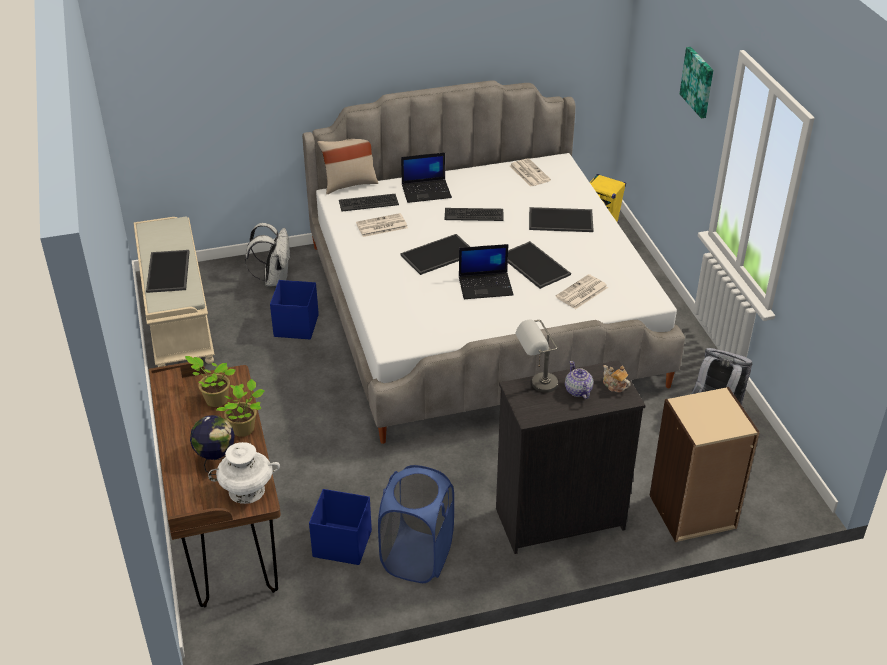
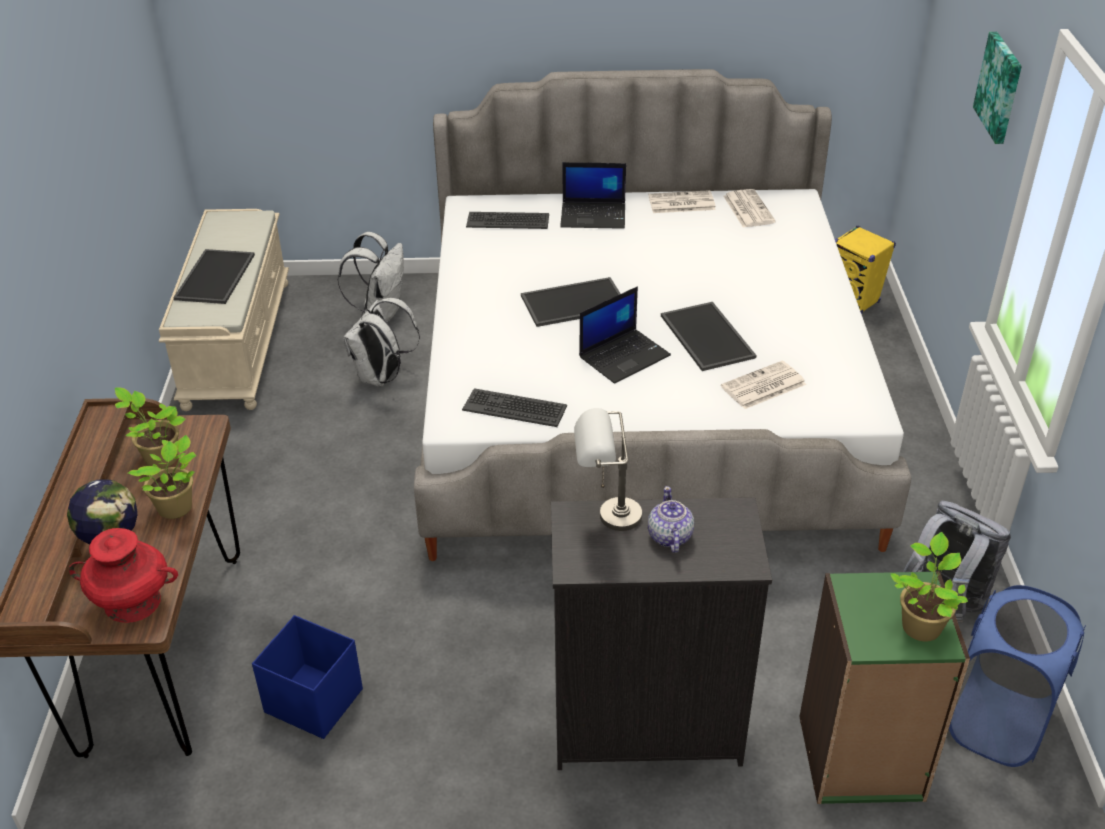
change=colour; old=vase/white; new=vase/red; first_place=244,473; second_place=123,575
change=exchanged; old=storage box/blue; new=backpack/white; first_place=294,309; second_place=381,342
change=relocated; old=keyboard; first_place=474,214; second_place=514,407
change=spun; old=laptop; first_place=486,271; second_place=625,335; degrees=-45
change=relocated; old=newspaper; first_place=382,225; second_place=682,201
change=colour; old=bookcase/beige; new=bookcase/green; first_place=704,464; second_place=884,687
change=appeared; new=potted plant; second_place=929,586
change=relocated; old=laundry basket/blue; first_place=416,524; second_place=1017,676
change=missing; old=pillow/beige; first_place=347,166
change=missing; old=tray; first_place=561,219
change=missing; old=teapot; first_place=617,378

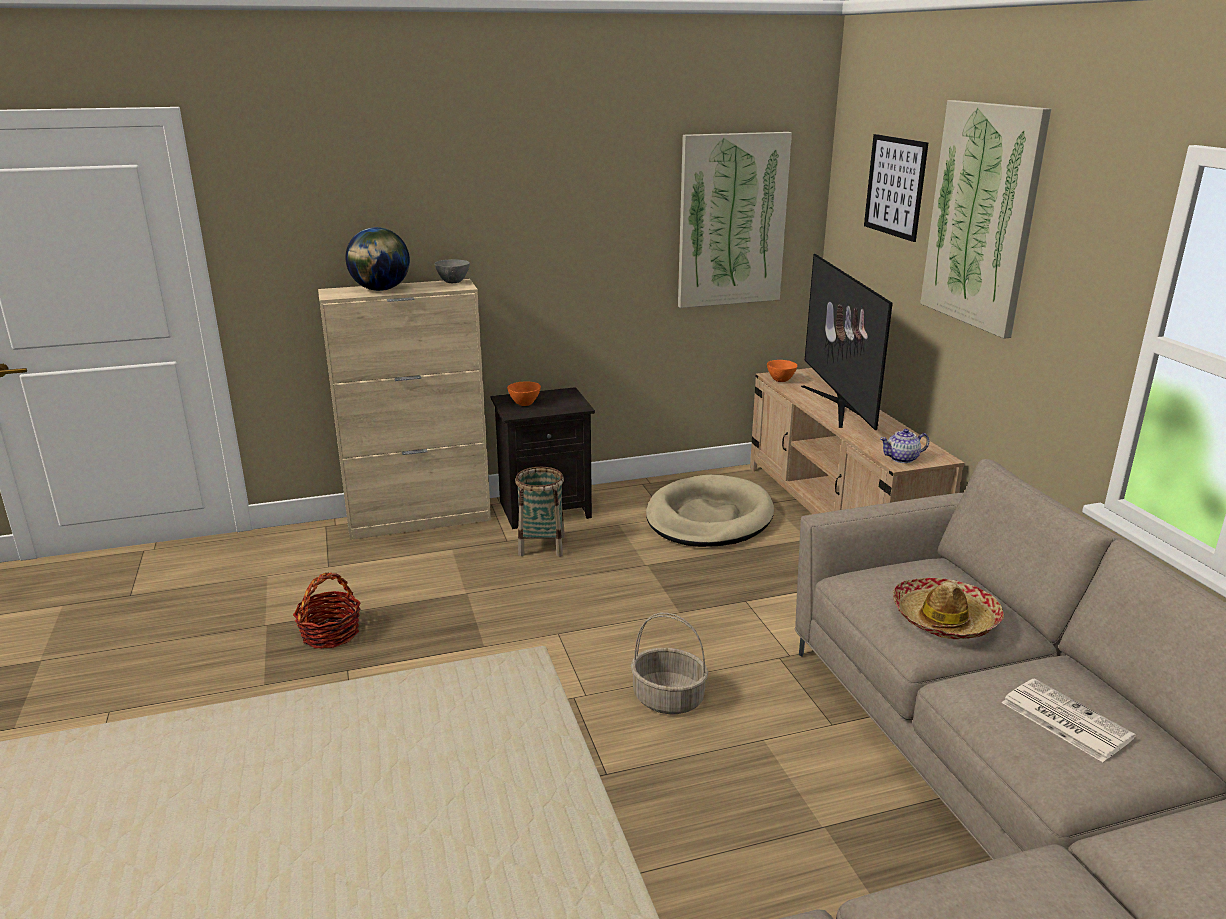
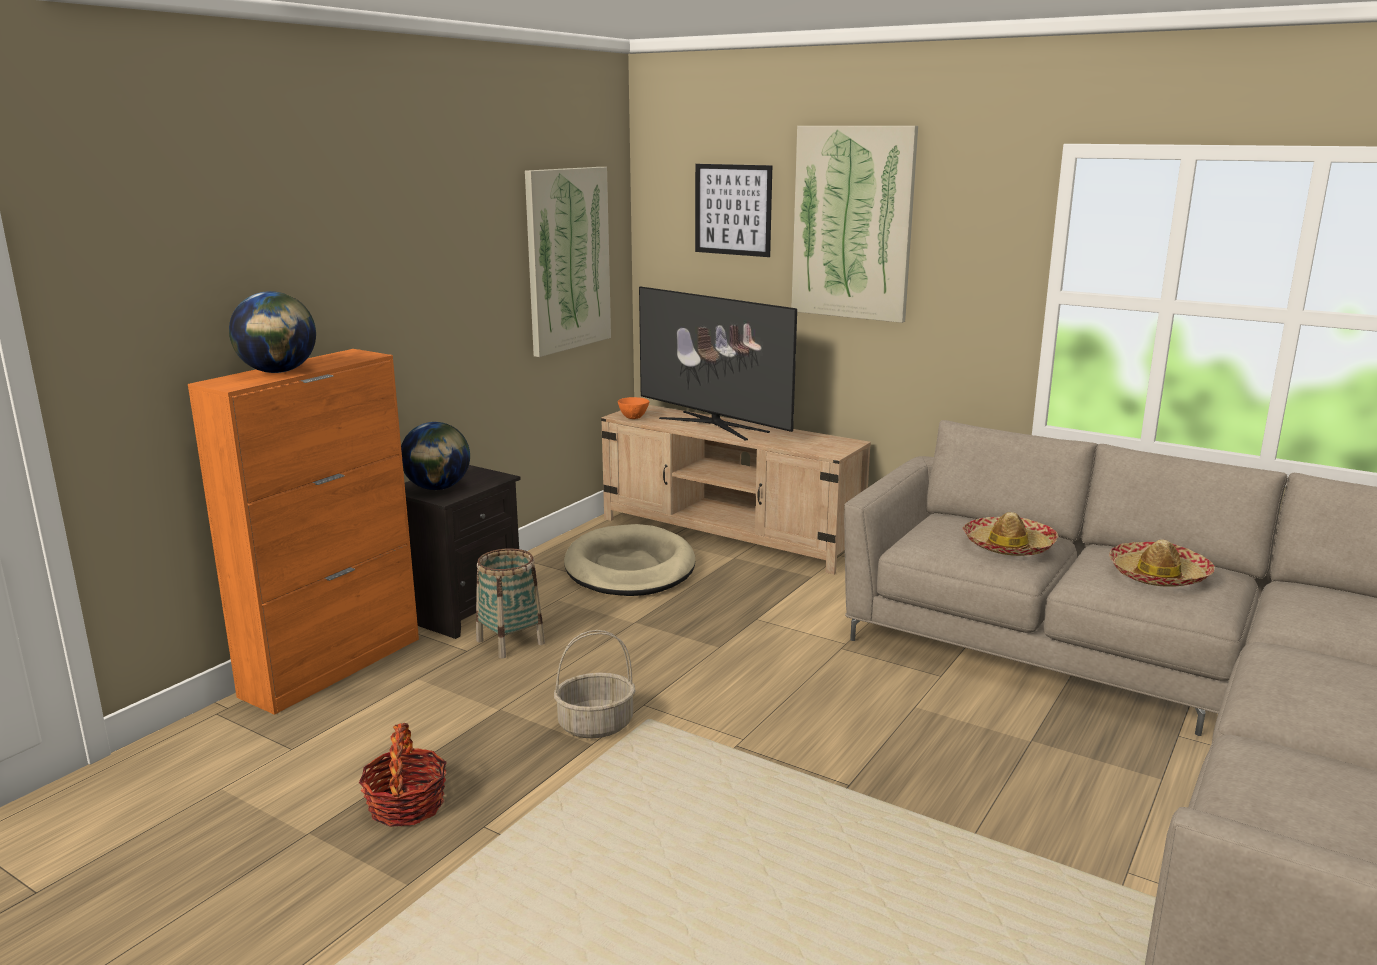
change=colour; old=cabinet/beige; new=cabinet/orange; first_place=404,409; second_place=303,532
change=exchanged; old=bowl/orange; new=globe; first_place=524,393; second_place=435,456
change=relocated; old=basket; first_place=669,663; second_place=594,684
change=exchanged; old=newspaper; new=hat; first_place=1069,720; second_place=1162,563
change=missing; old=bowl/grey; first_place=452,271
change=missing; old=teapot; first_place=904,446

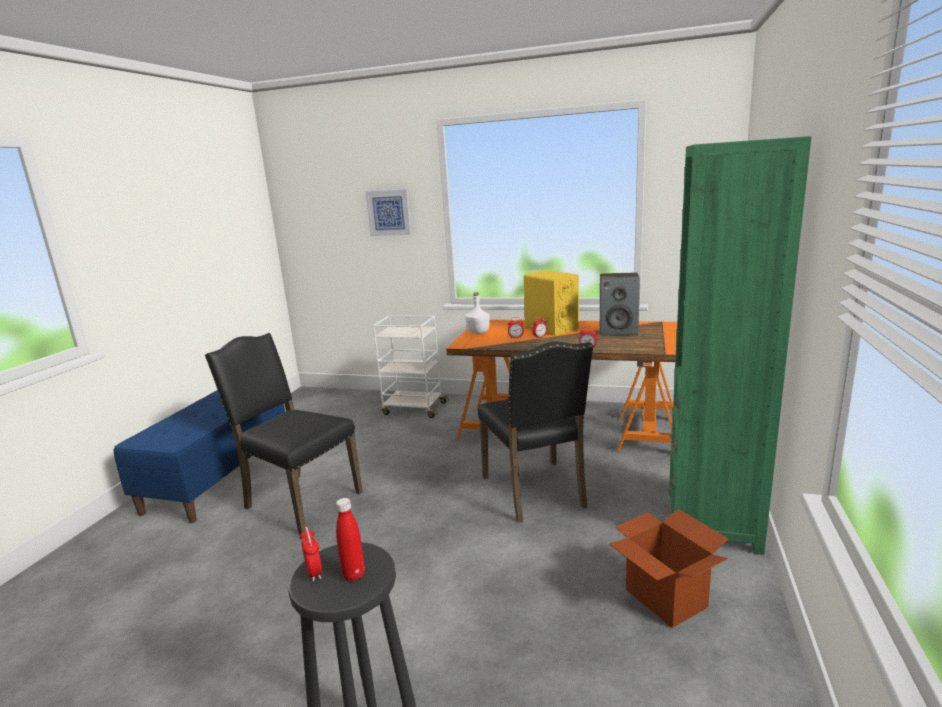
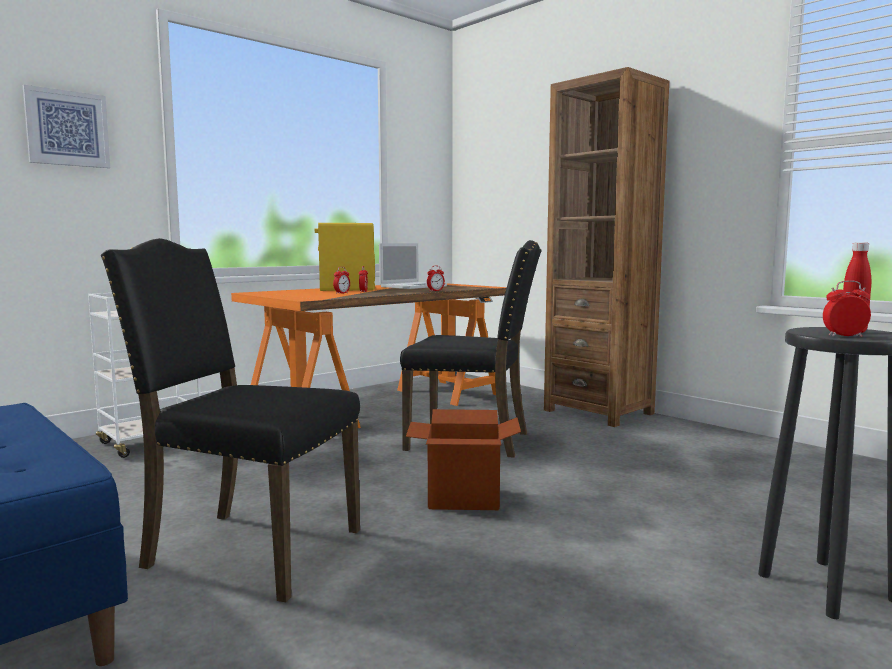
change=spun; old=chair/black; first_place=284,434; second_place=230,420; degrees=45
change=exchanged; old=speaker; new=laptop; first_place=620,304; second_place=413,266
change=relocated; old=cardboard box; first_place=669,568; second_place=463,459
change=colour; old=bookcase/green; new=bookcase/brown; first_place=740,345; second_place=606,247
change=missing; old=bottle/white; first_place=477,313

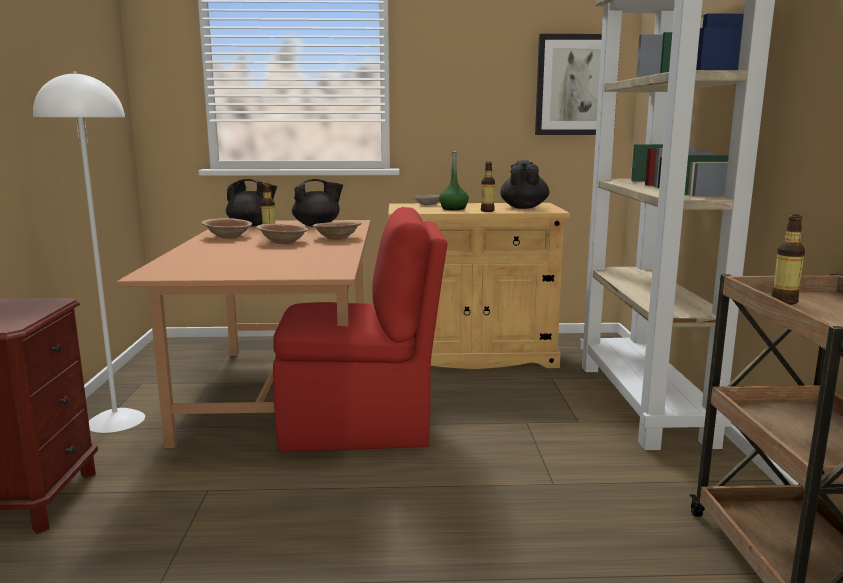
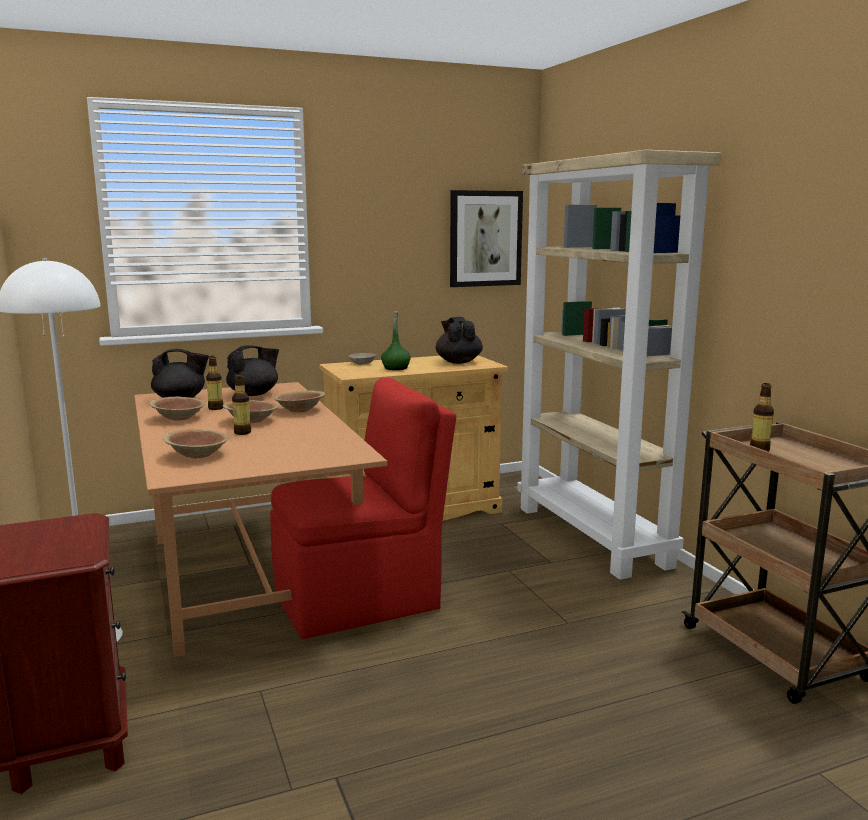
change=appeared; new=bowl/brown; second_place=196,443
change=relocated; old=bottle; first_place=488,187; second_place=241,404

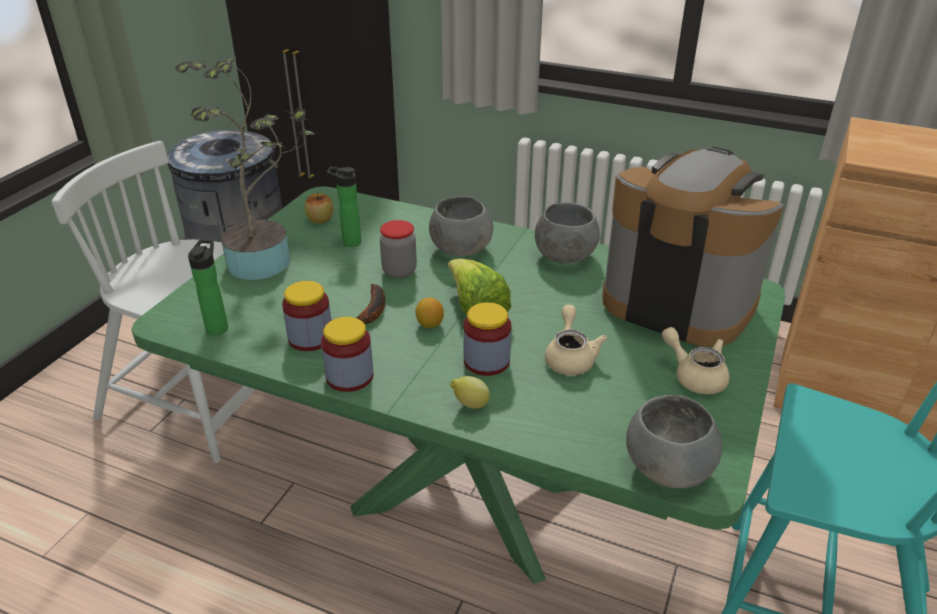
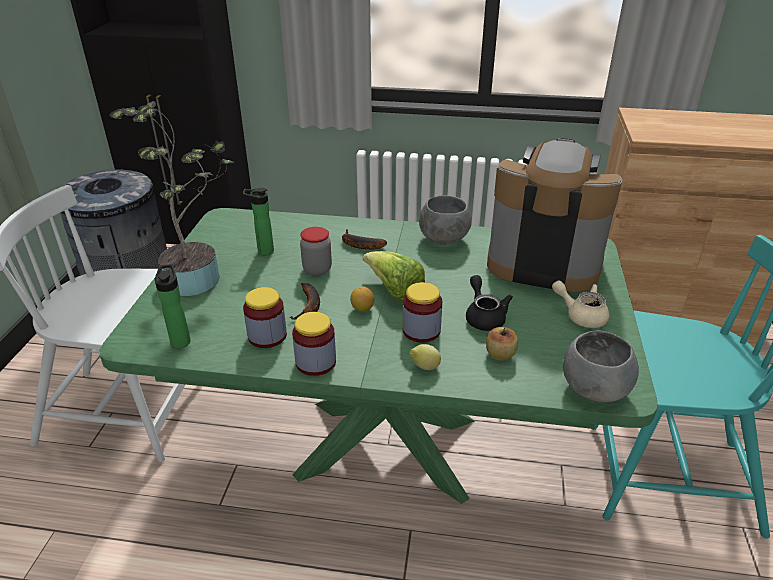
change=exchanged; old=bowl/grey; new=banana; first_place=461,226; second_place=364,239
change=colour; old=teapot/beige; new=teapot/black; first_place=576,340; second_place=489,303
change=relocated; old=apple; first_place=319,207; second_place=502,344

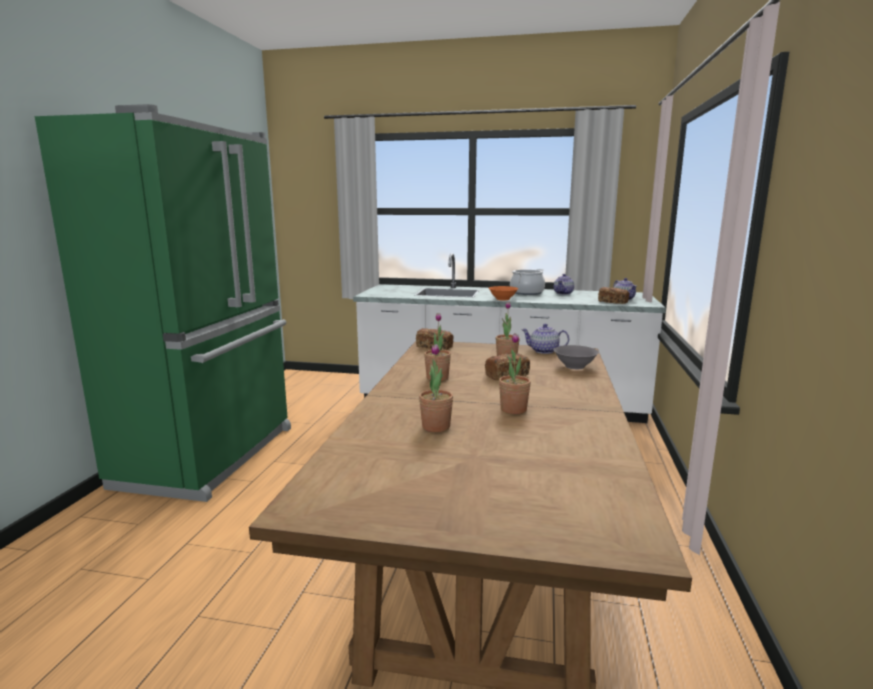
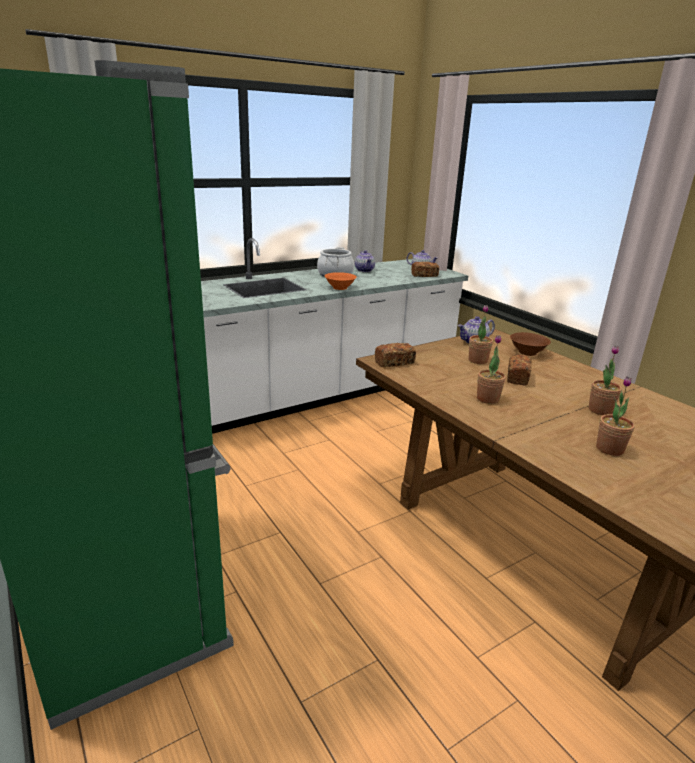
change=colour; old=bowl/grey; new=bowl/brown; first_place=576,357; second_place=530,344

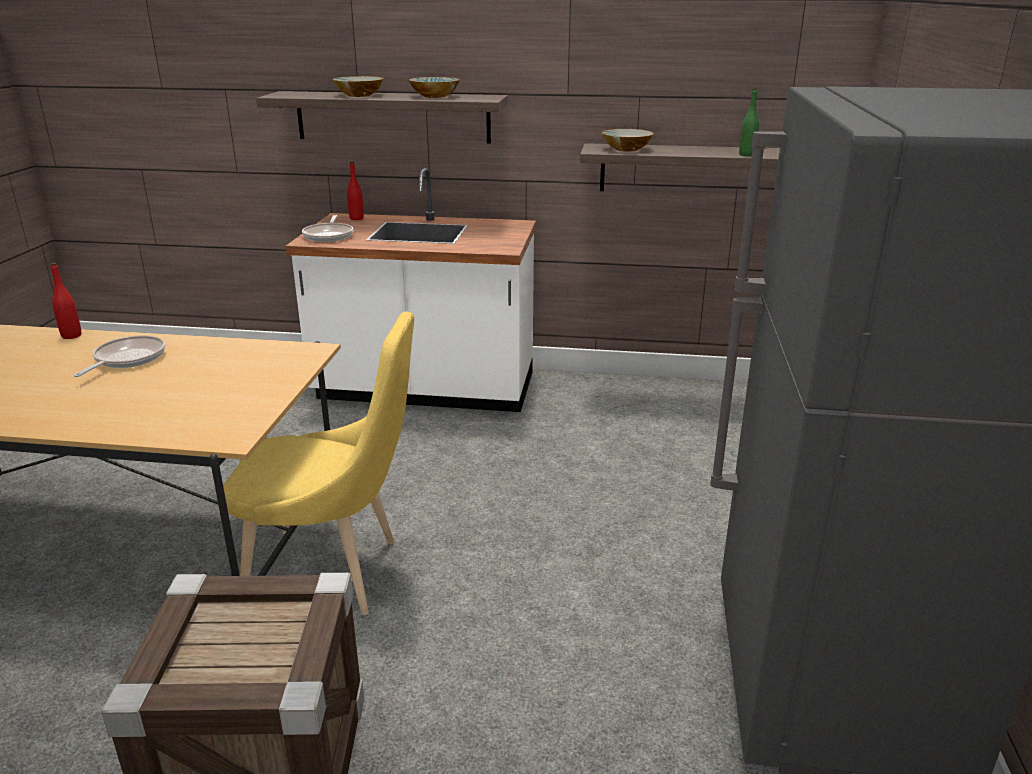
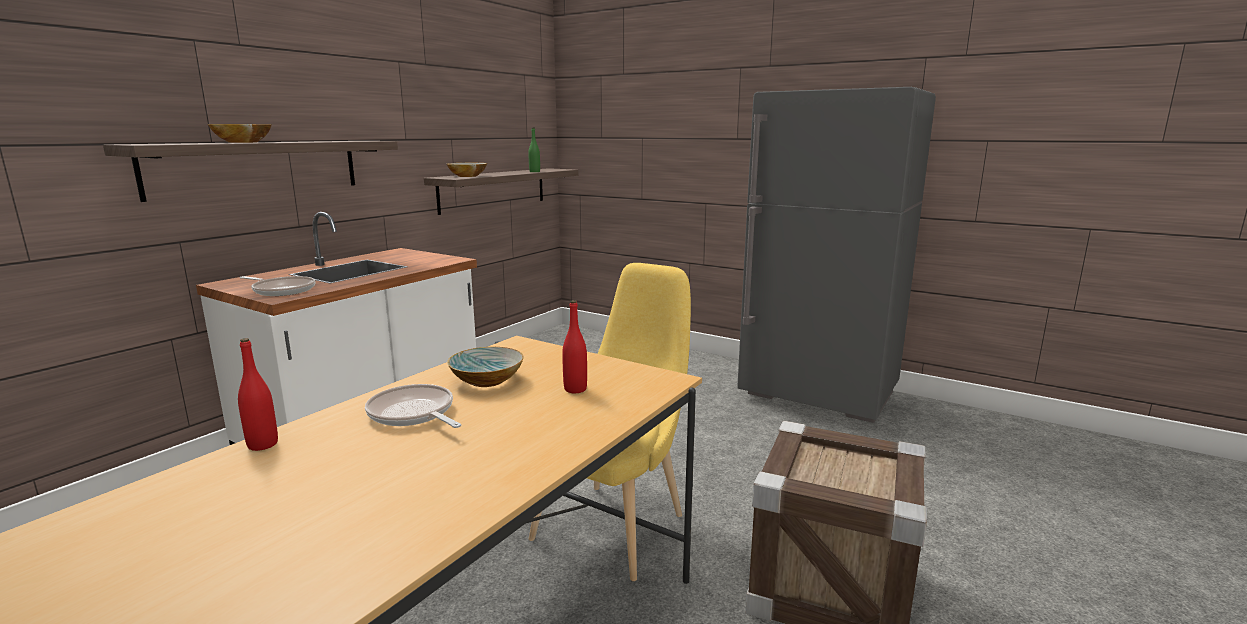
change=relocated; old=bowl; first_place=434,87; second_place=485,367
change=relocated; old=bottle/red; first_place=355,191; second_place=574,346

